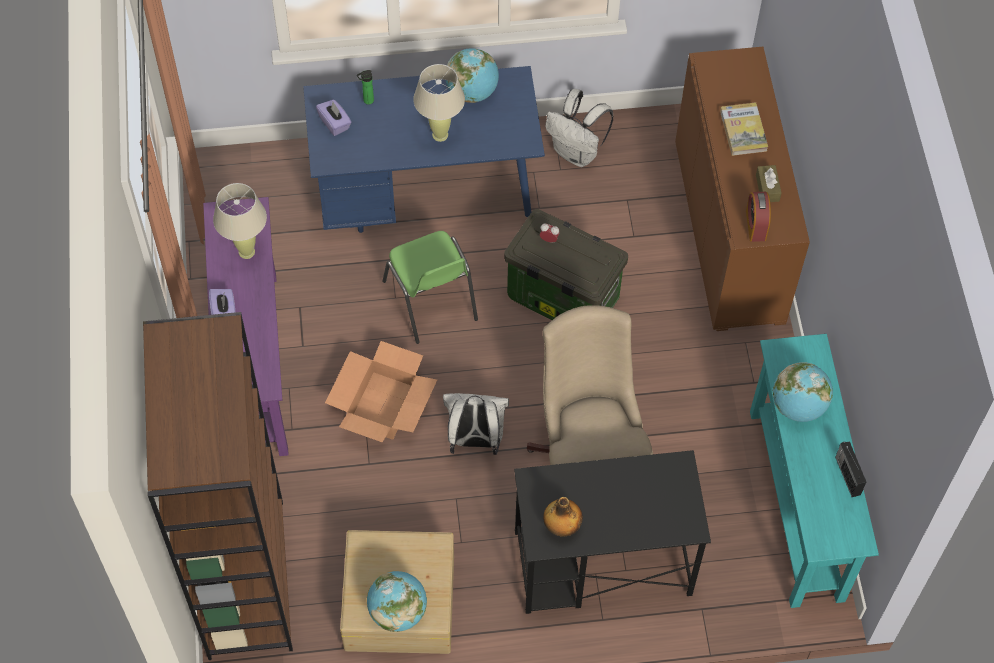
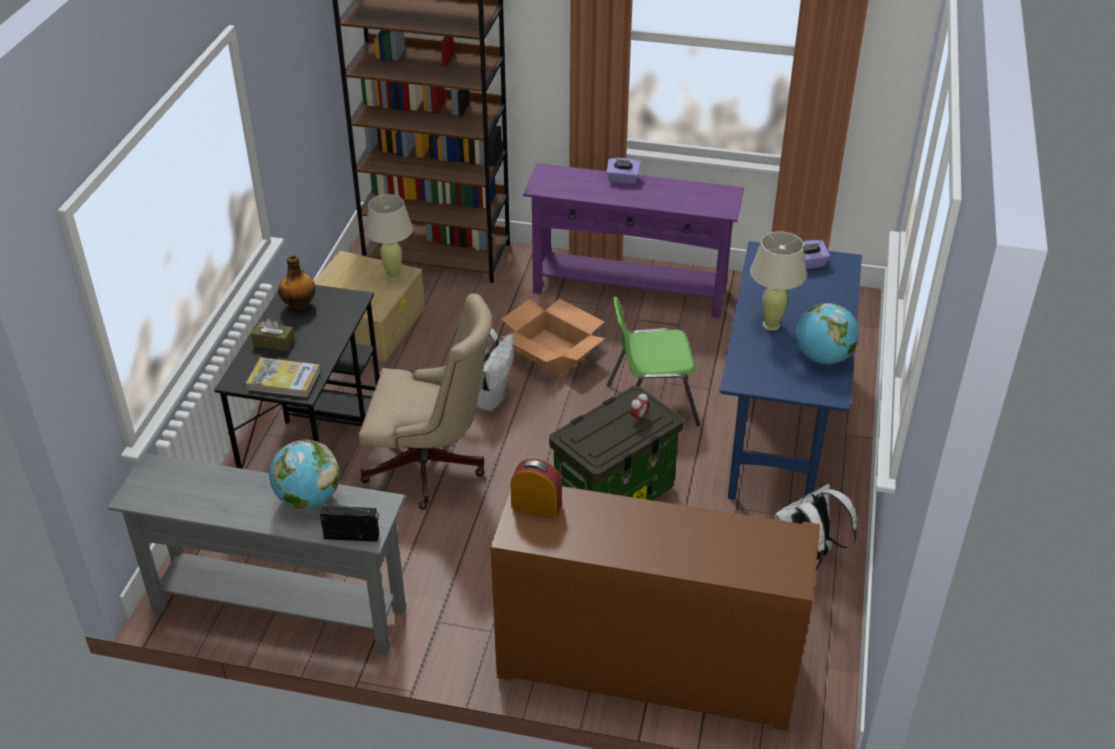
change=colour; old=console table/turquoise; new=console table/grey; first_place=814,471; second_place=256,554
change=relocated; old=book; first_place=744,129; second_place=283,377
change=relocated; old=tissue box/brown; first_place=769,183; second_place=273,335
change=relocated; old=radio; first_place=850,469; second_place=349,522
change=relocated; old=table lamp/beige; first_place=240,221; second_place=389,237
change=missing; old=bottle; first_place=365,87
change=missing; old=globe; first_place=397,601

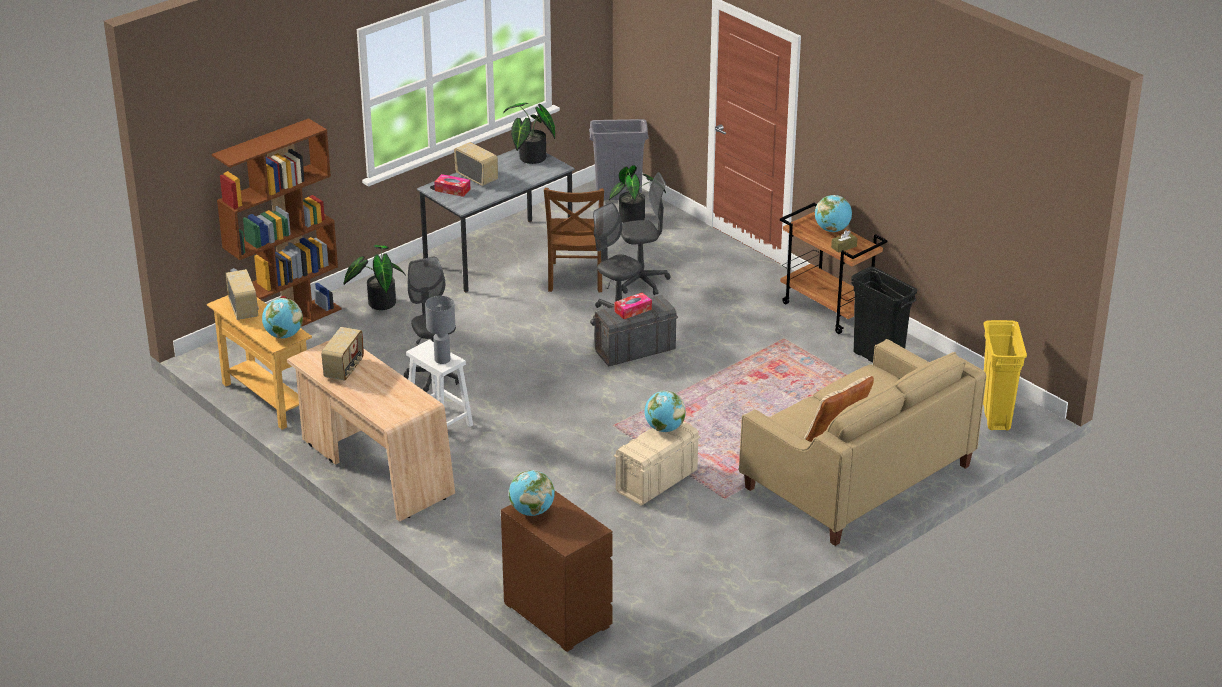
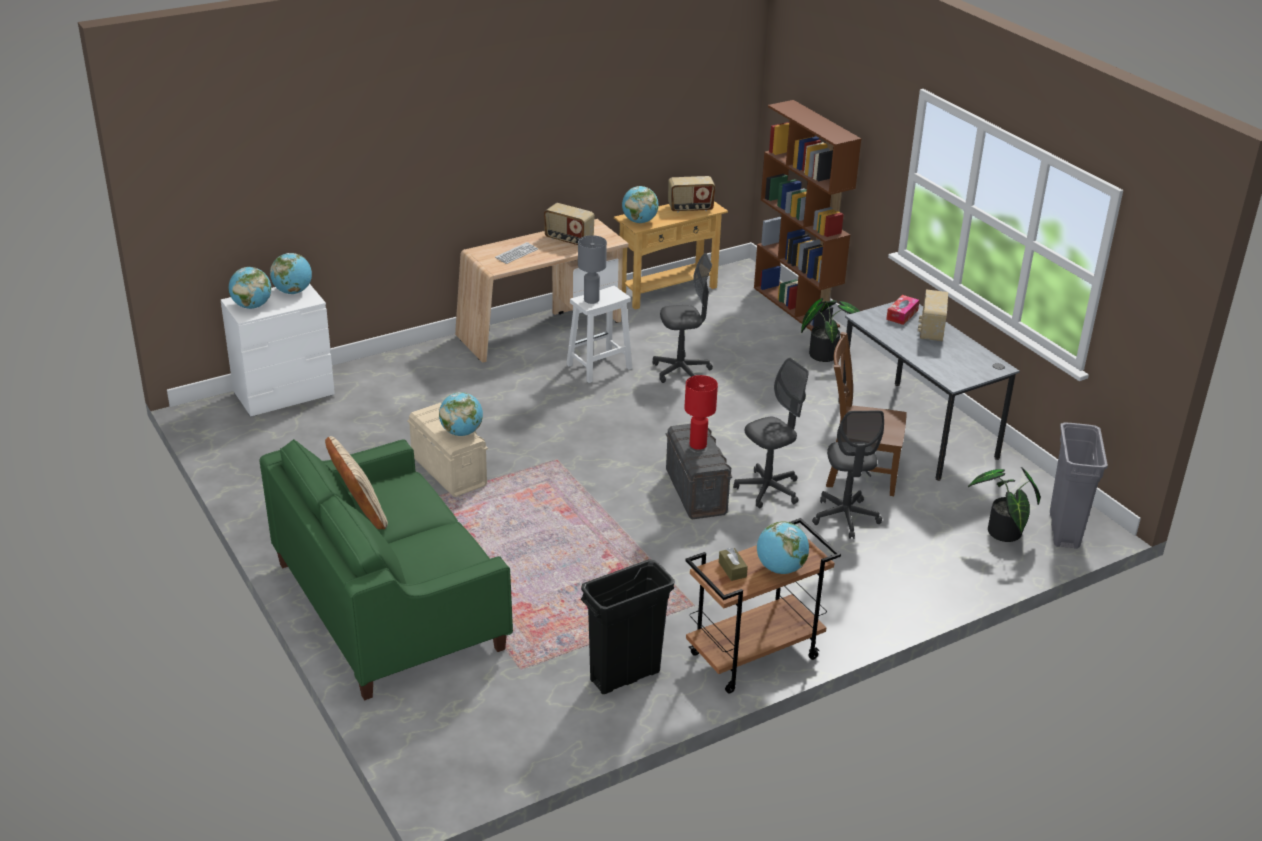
change=colour; old=dresser/brown; new=dresser/white; first_place=556,571; second_place=278,350
change=appeared; new=globe; second_place=249,288
change=colour; old=sofa/beige; new=sofa/green; first_place=862,442; second_place=386,569
change=appeared; new=keyboard; second_place=516,253
change=exchanged; old=tissue box; new=table lamp/red; first_place=633,306; second_place=701,412
change=spun; old=radio; first_place=476,164; second_place=933,315; degrees=135
change=missing; old=potted plant; first_place=529,133
change=missing; old=trash can/yellow; first_place=1005,375

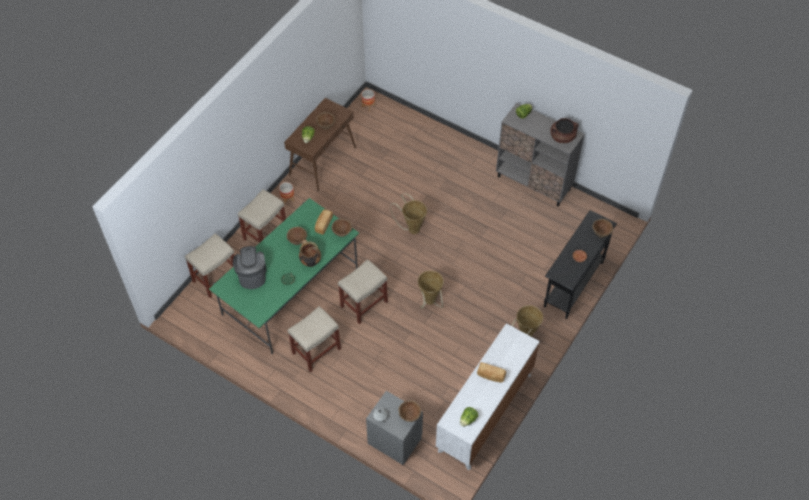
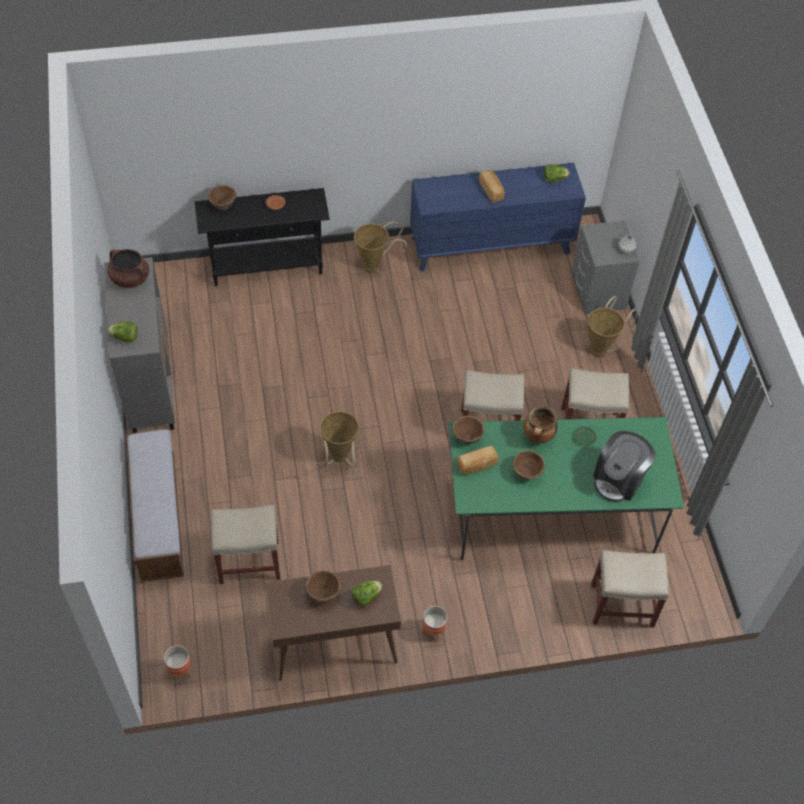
change=appeared; new=bench; second_place=155,505
change=relocated; old=stool/beige; first_place=262,215; second_place=245,544
change=colour; old=dresser/white; new=dresser/blue; first_place=488,396; second_place=498,217
change=relocated; old=basket; first_place=431,290; second_place=612,327
change=missing; old=bowl/brown; first_place=410,411

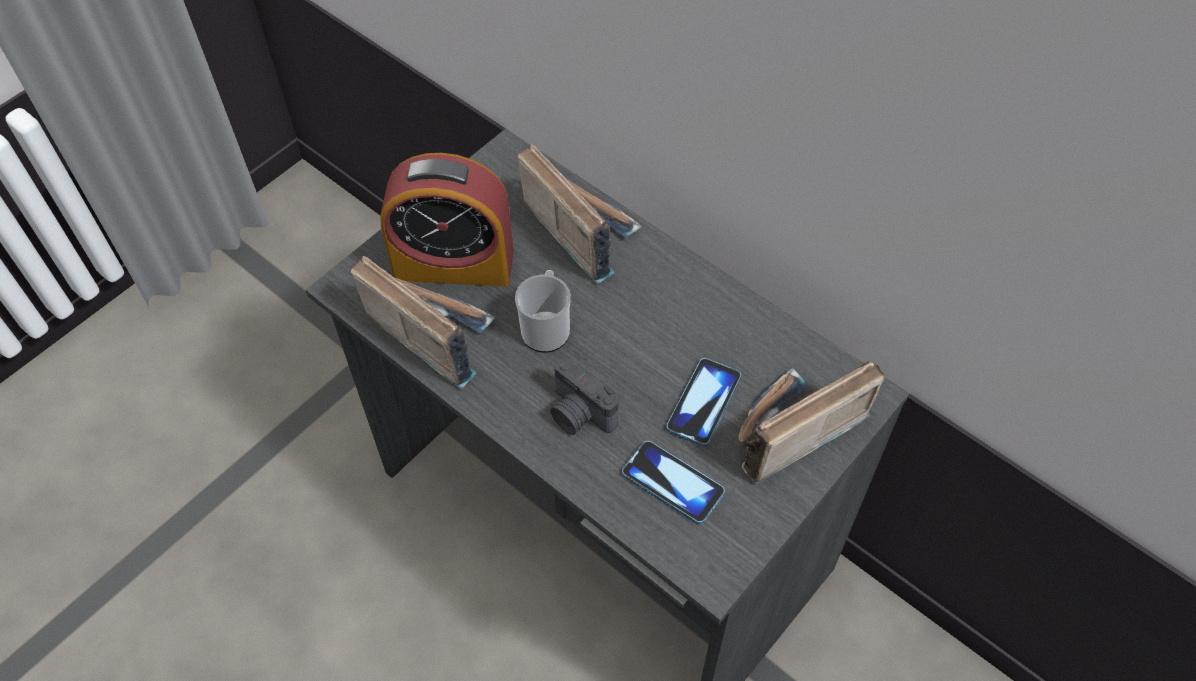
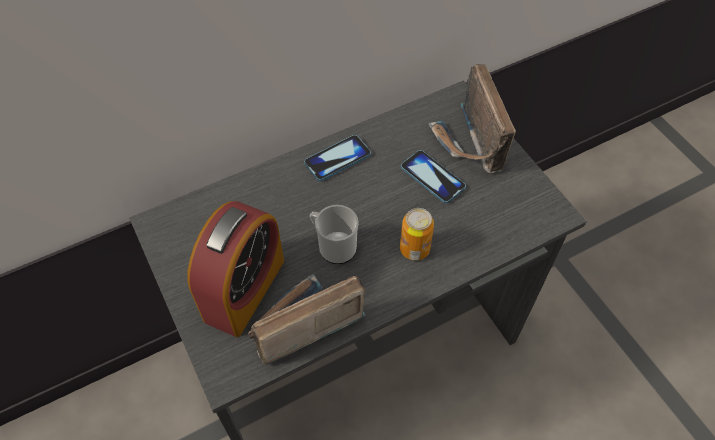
change=relocated; old=phone; first_place=673,482; second_place=337,158
change=exchanged; old=photo camera; new=can; first_place=584,396; second_place=417,234
change=missing; old=radio; first_place=580,214

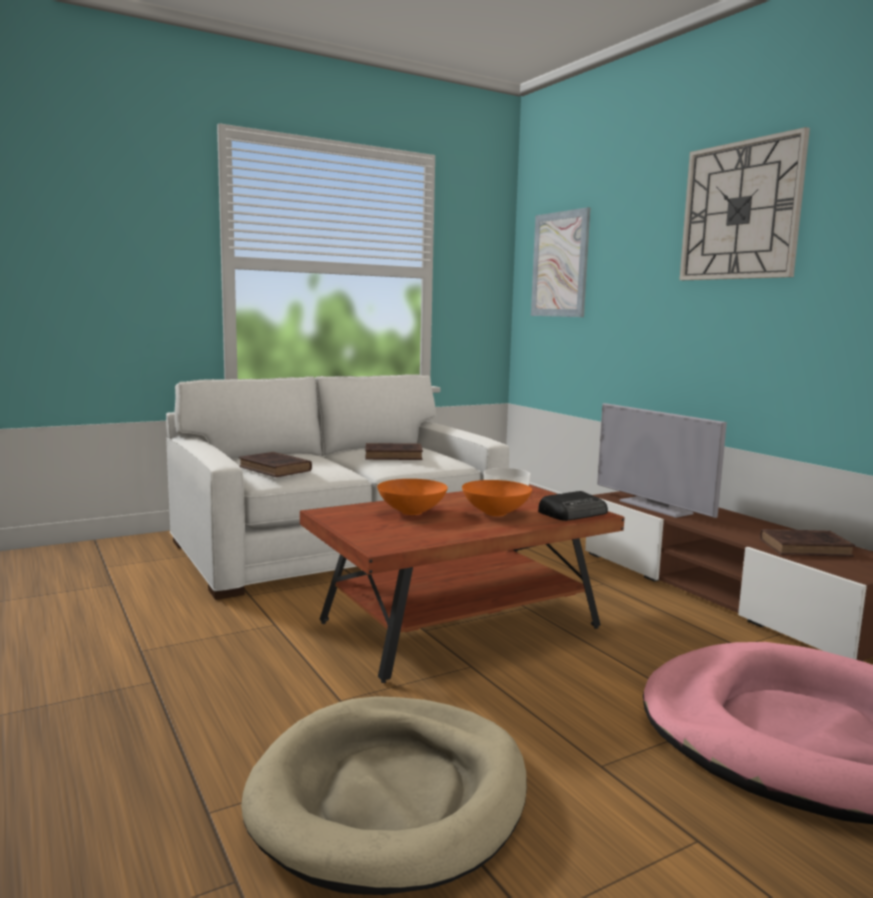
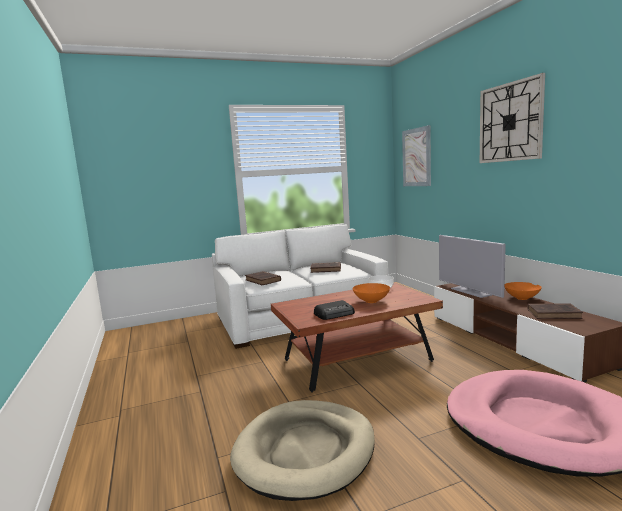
change=relocated; old=radio; first_place=573,506; second_place=334,310
change=relocated; old=bowl/orange; first_place=412,497; second_place=523,291

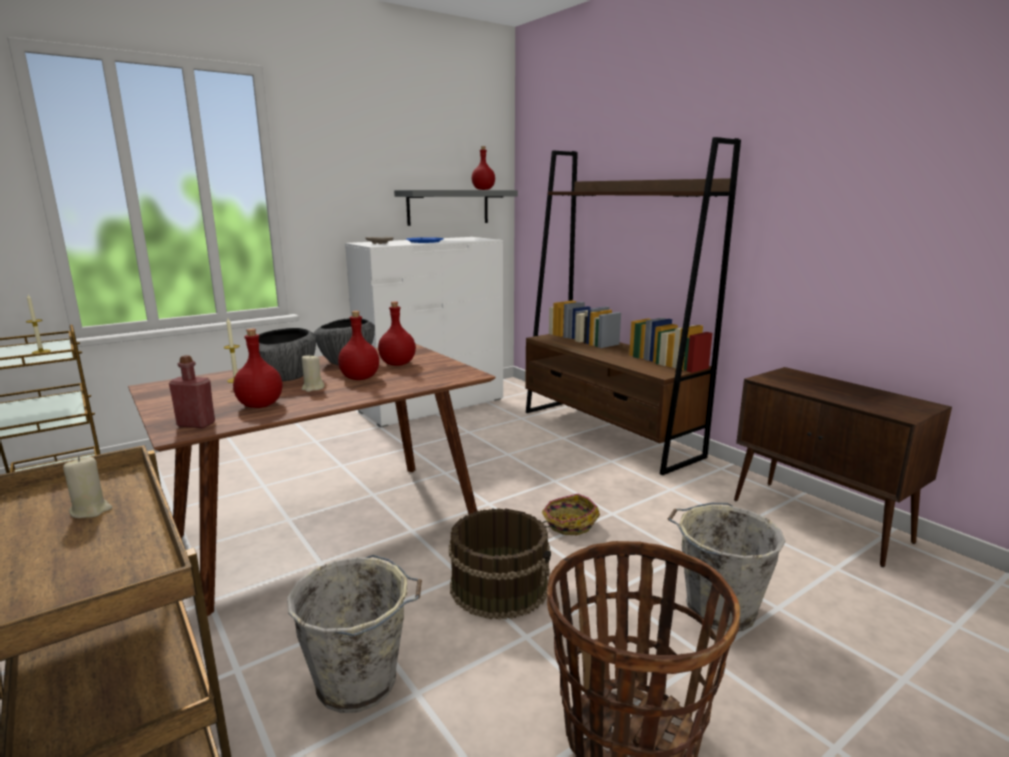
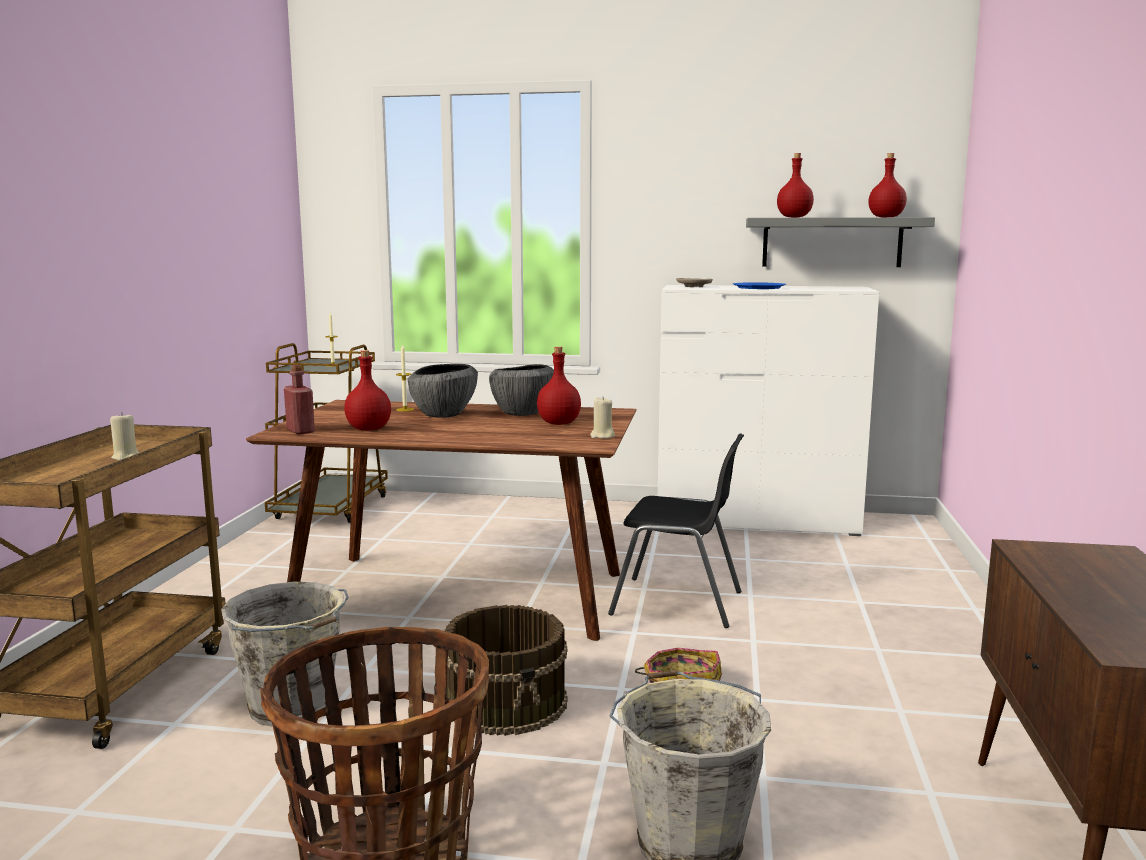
change=relocated; old=candle/beige; first_place=313,373; second_place=602,418
change=appeared; new=chair/black; second_place=676,530
change=relocated; old=bottle/red; first_place=358,345; second_place=795,185
change=missing; old=bookcase/brown; first_place=633,306

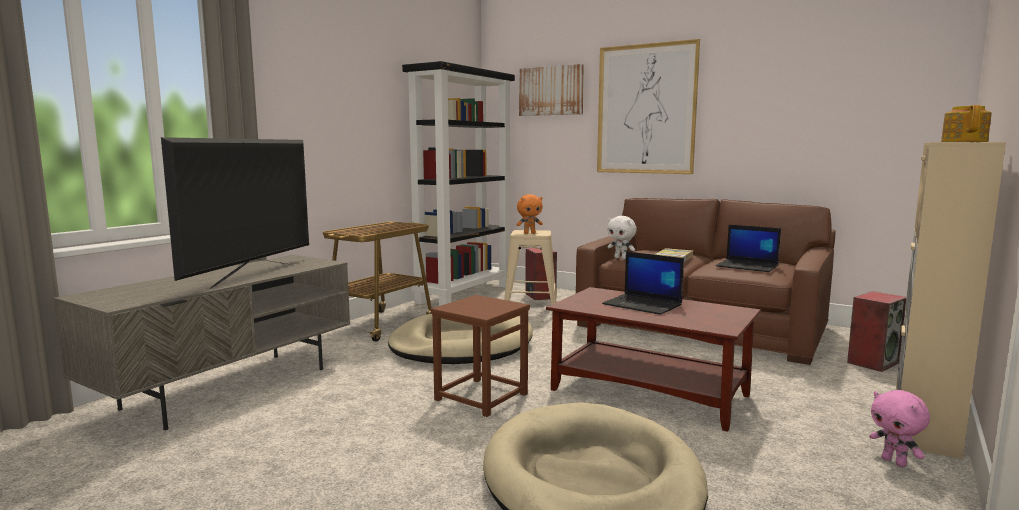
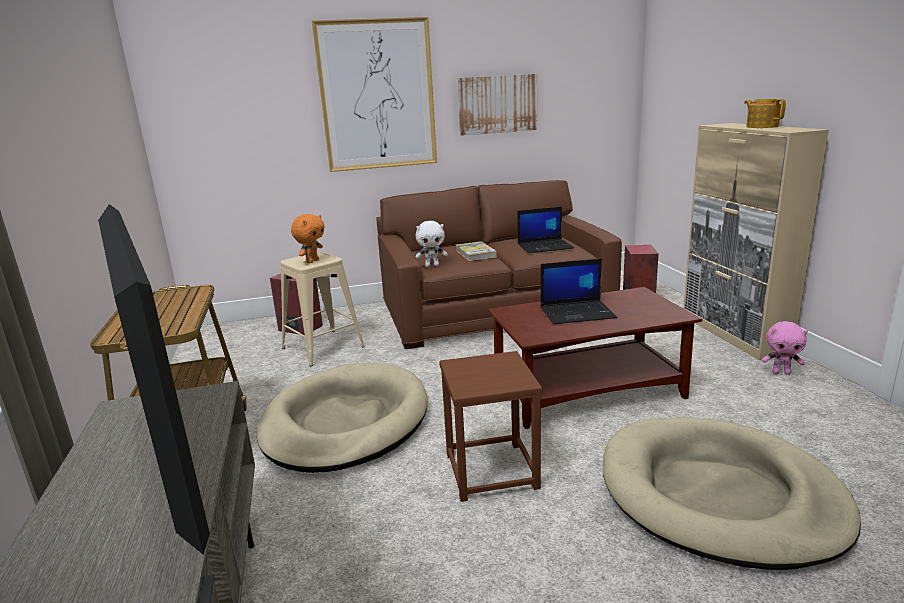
change=relocated; old=picture; first_place=551,90; second_place=497,105
change=missing; old=bookcase/black; first_place=458,183

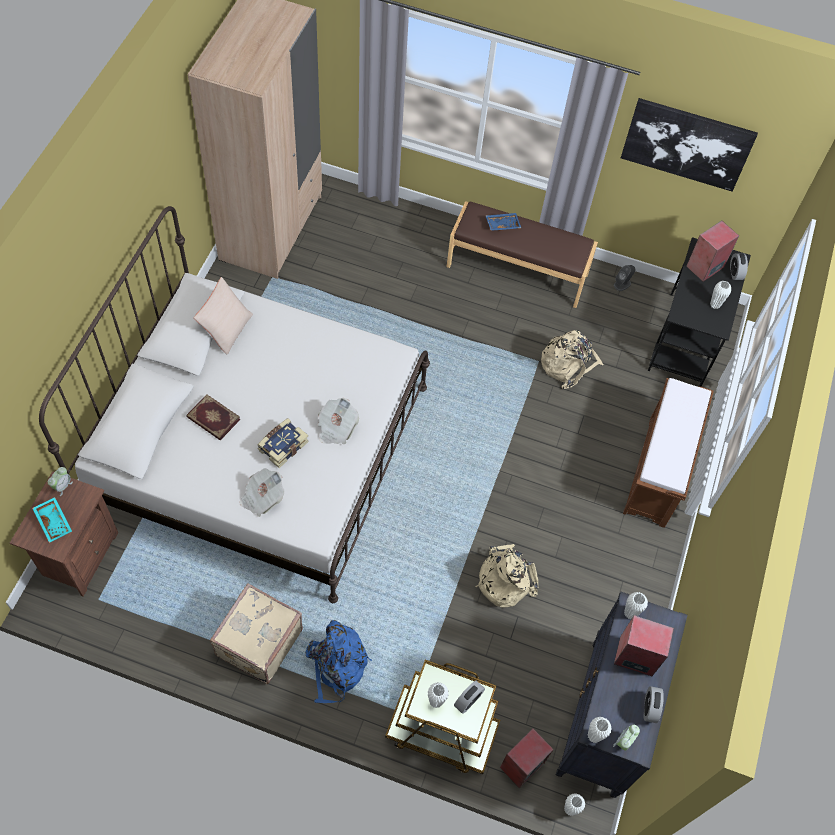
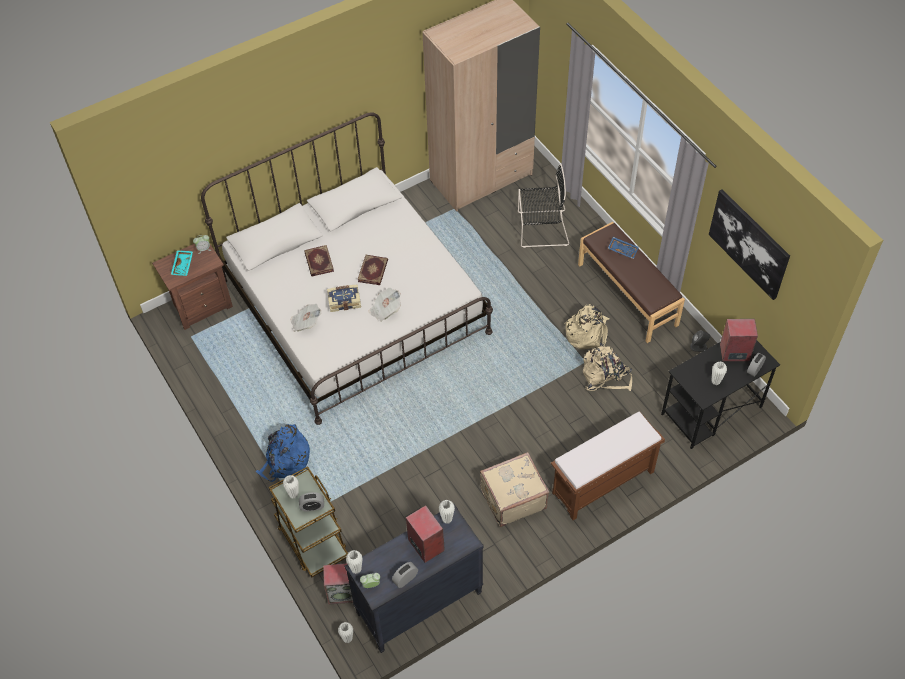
change=appeared; new=book; second_place=372,270
change=relocated; old=suitcase/beige; first_place=256,633; second_place=514,489
change=appeared; new=chair/black; second_place=543,206
change=relocated; old=backpack/beige; first_place=507,576; second_place=587,326
change=missing; old=pillow/beige; first_place=223,315

